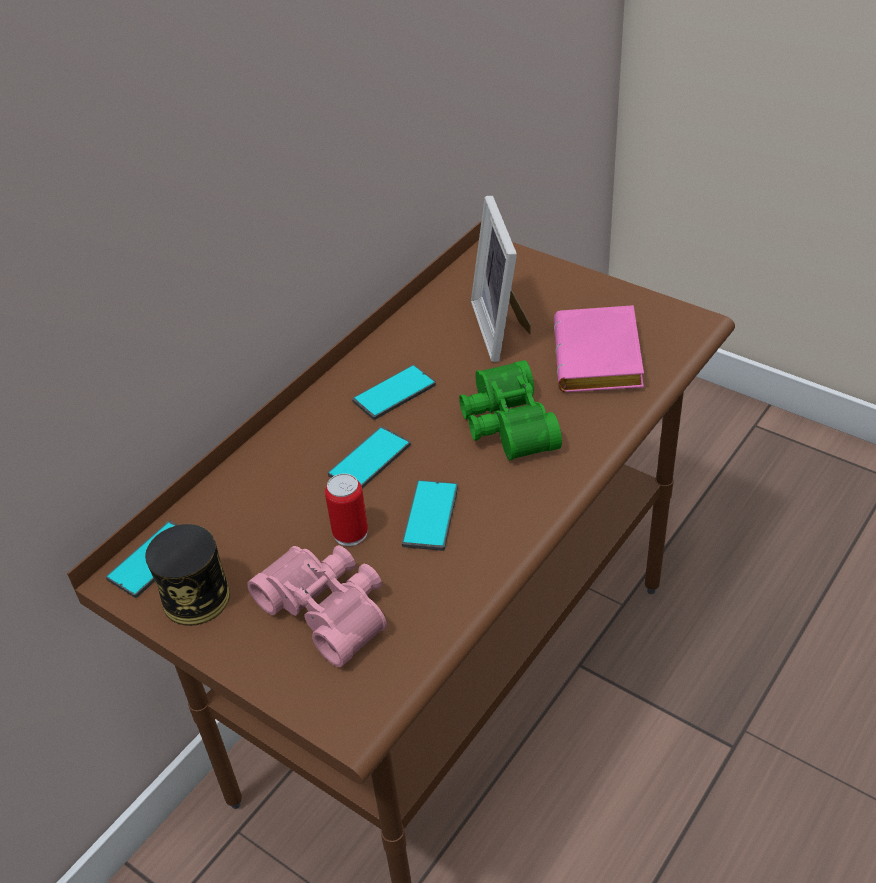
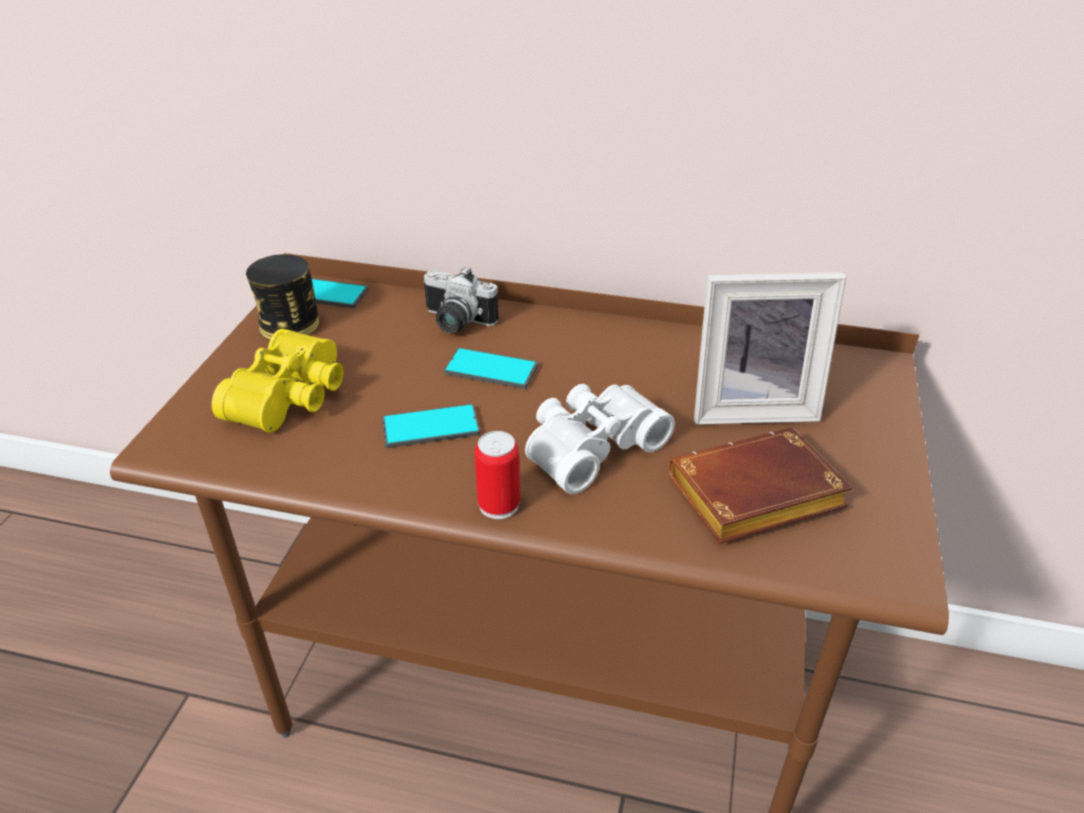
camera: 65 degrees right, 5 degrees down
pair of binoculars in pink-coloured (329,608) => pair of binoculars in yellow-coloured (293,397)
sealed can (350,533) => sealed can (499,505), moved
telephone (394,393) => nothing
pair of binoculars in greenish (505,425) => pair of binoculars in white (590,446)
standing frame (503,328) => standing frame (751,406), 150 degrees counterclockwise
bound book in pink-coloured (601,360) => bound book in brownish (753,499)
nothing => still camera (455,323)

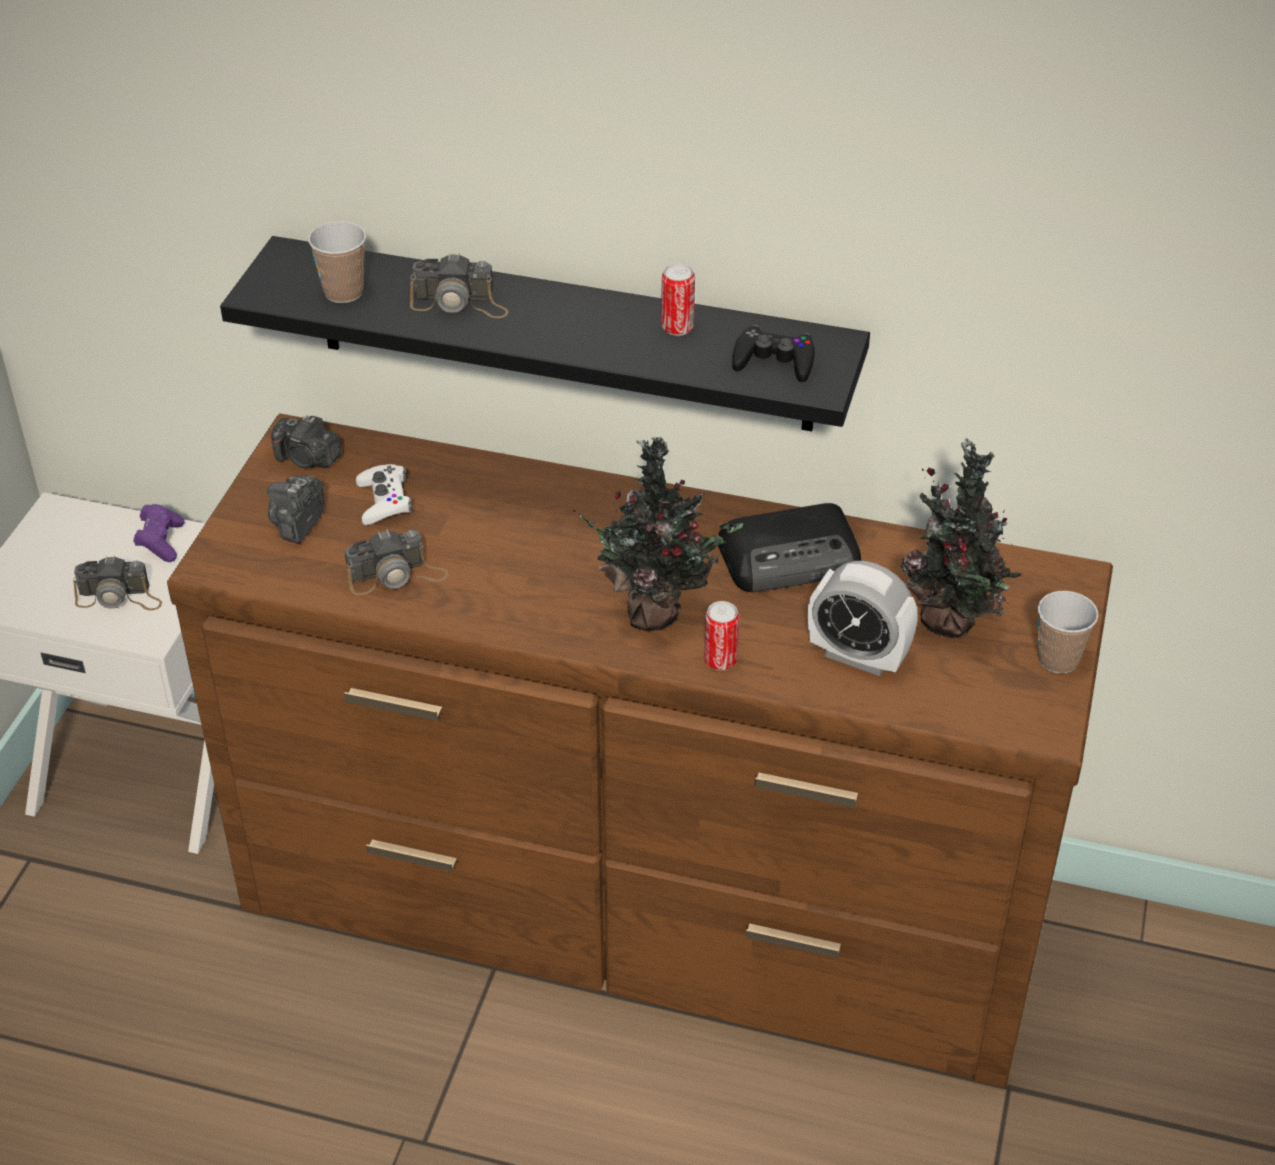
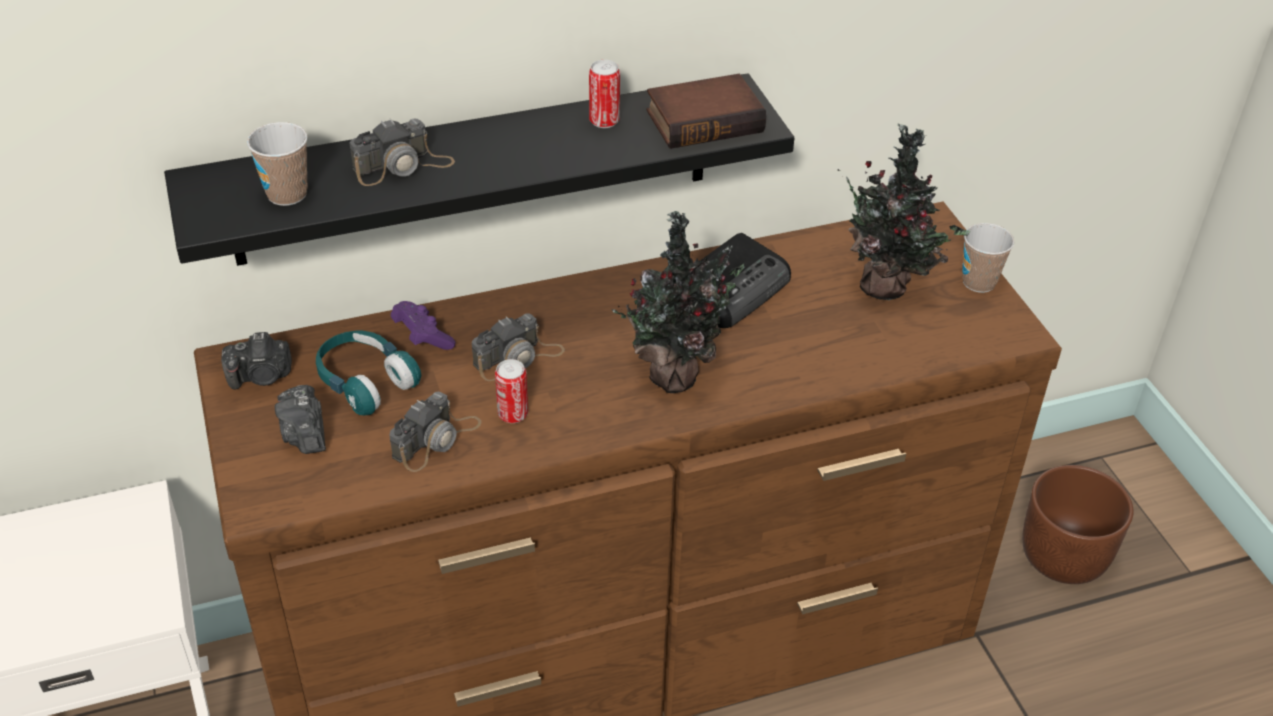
camera: 35 degrees left, 0 degrees up
still camera (119,597) => still camera (518,357), moved
gamepad in purplish (161,542) => gamepad in purplish (422,337), moved
gamepad in white (384,501) => pair of headphones in turquoise-coloured (365,382)
sealed can (720,660) => sealed can (513,414), moved
gamepad in black-coloured (774,361) => bound book (705,119)
bedside clock (858,656) => nothing
nothing => plant pot in brownish (1062,556)

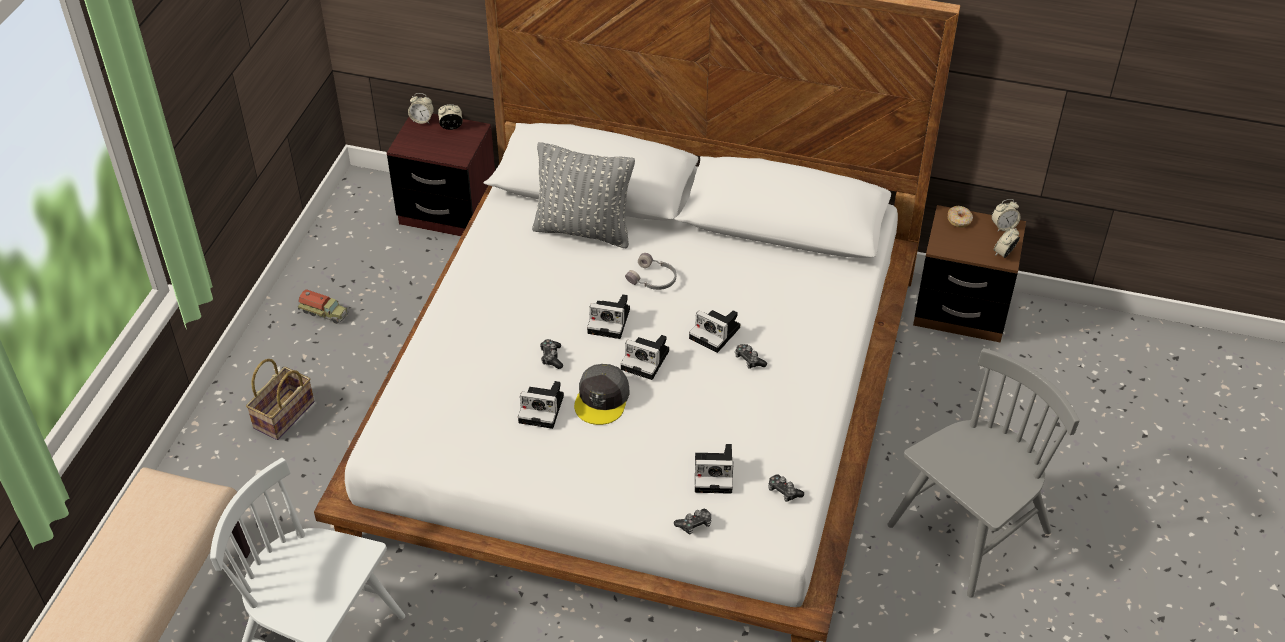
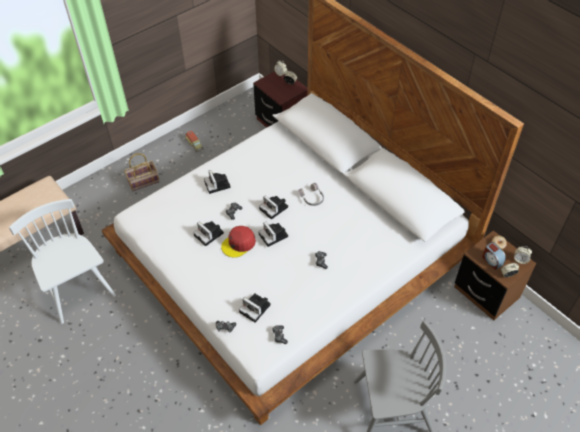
camera: 35 degrees right, 5 degrees up
pillow in greyish (583,230) => nothing
peaked cap in greyish (602,399) => peaked cap in red-coloured (239,244)
still camera (716,333) => still camera (218,185), moved
nothing => bedside clock (492,260)

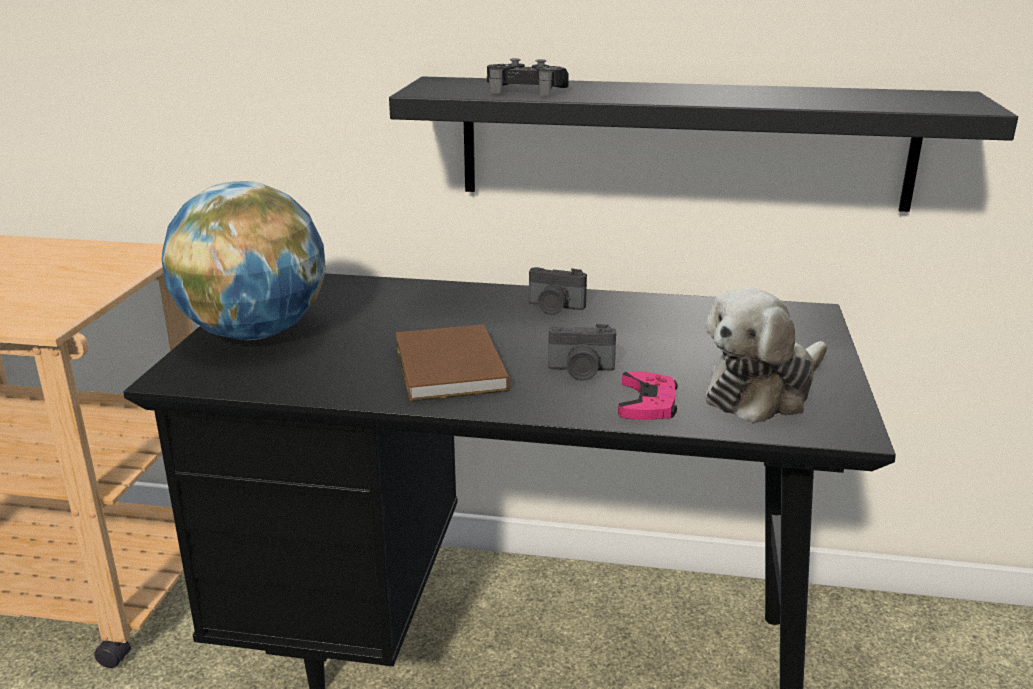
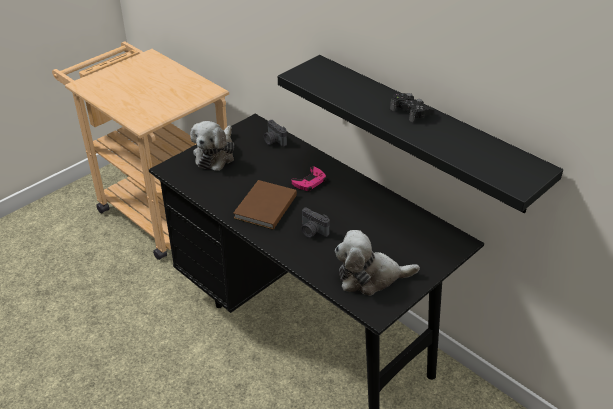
camera: 35 degrees right, 15 degrees up
globe (254,333) => soft toy (215,154)
gamepad in black-coloured (526,91) => gamepad in black-coloured (410,111), moved
still camera (554,308) => still camera (274,141), moved
gamepad in pink-coloured (648,403) => gamepad in pink-coloured (310,182), moved

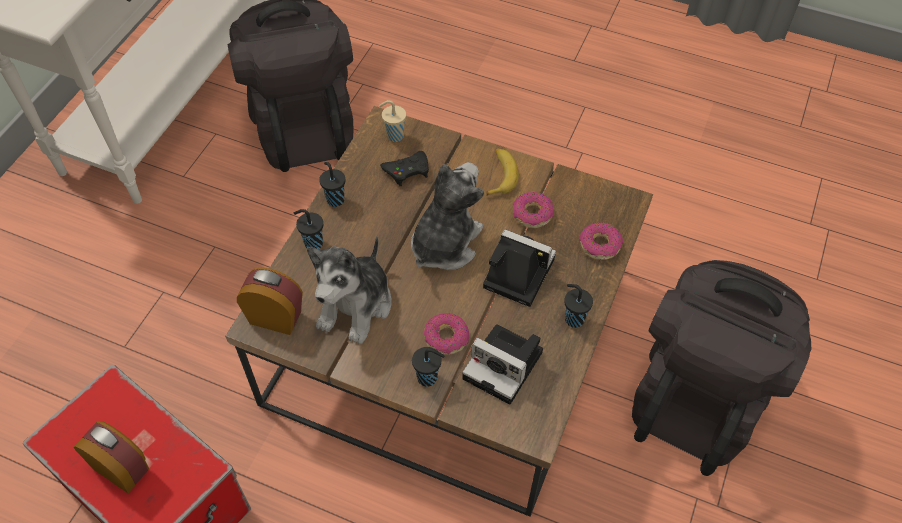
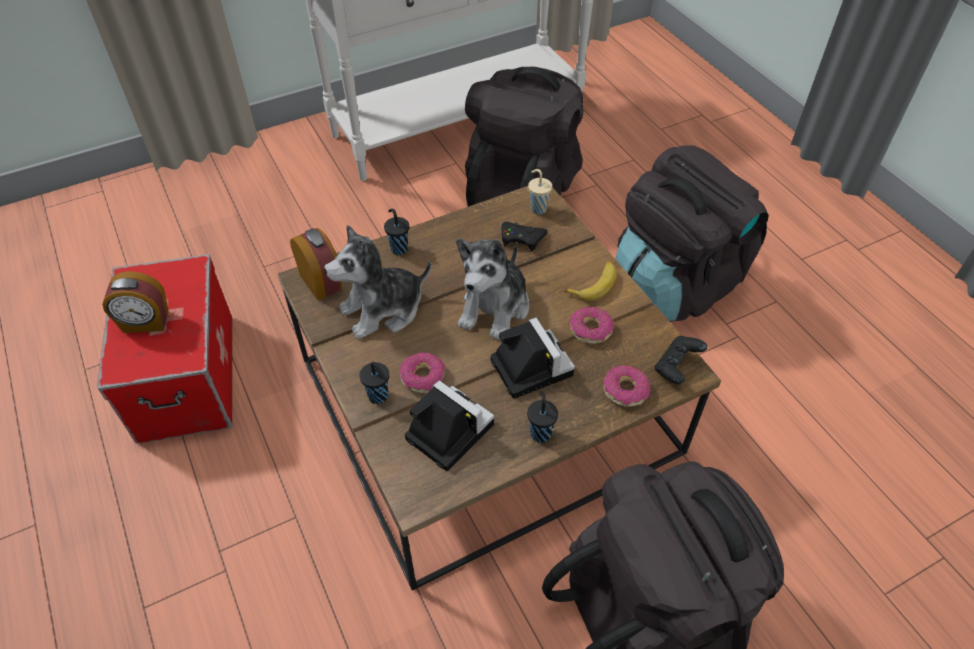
camera: 40 degrees right, 5 degrees down
bedside clock (122,468) => bedside clock (146,323), 105 degrees clockwise
drinking cup in black-coloured (335,199) => nothing
soft toy (444,243) => soft toy (495,308), 135 degrees clockwise
still camera (506,366) => still camera (446,430), 150 degrees clockwise
nothing => backpack in black-coloured (674,284)
nothing => gamepad in black-coloured (676,367)

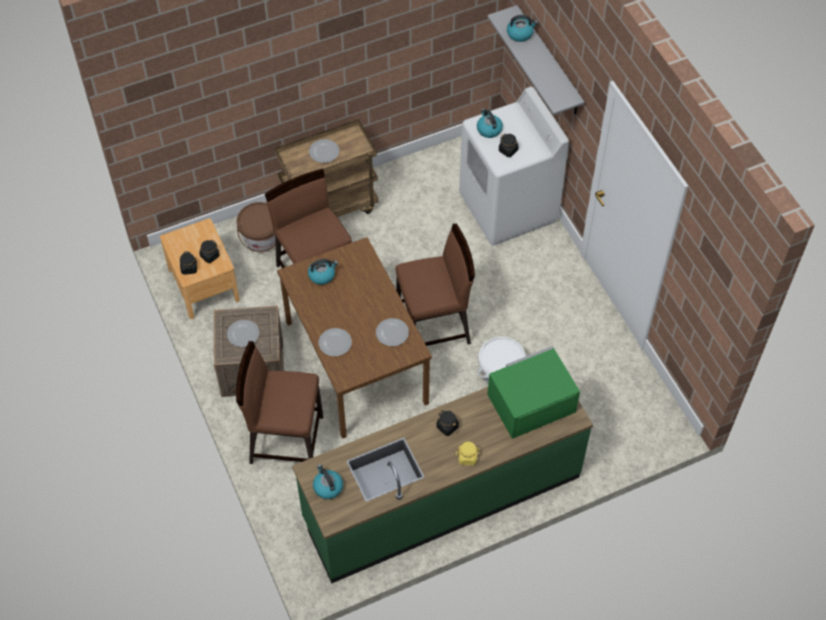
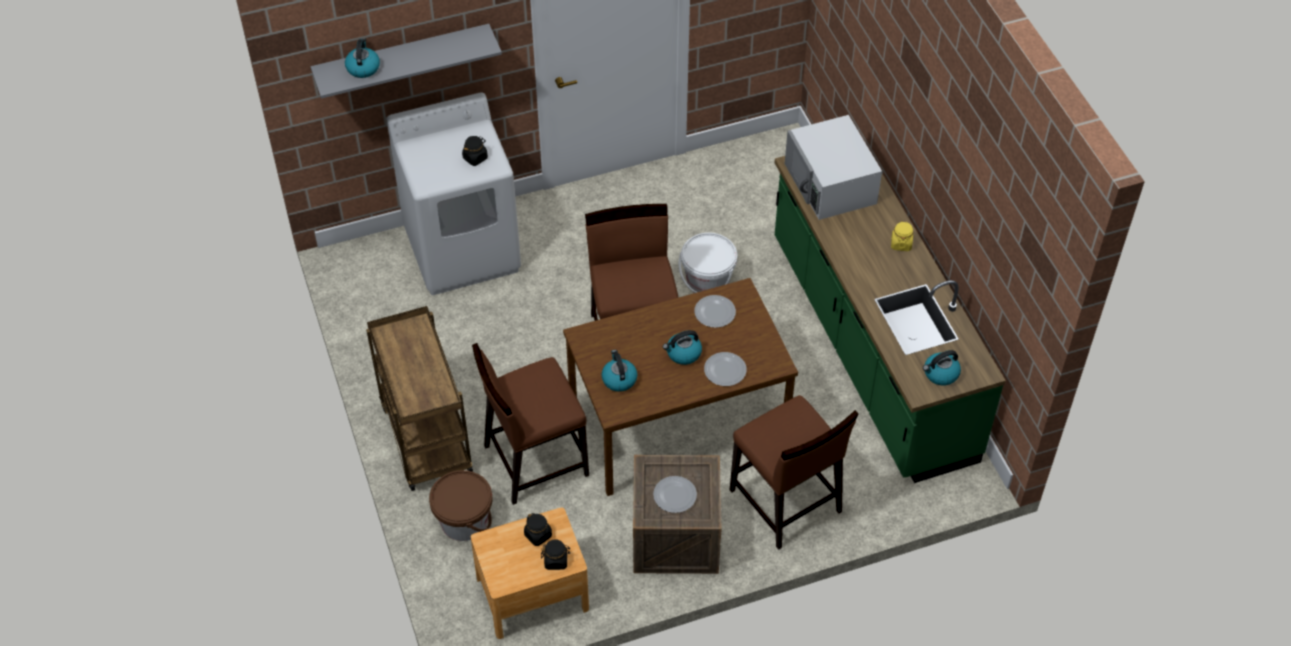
camera: 85 degrees left, 5 degrees down
upright chair in brownish (285,439) => upright chair in brownish (785,502), 45 degrees counterclockwise
dinner plate (324,151) => nothing
storage jar in black-coloured (447,427) => nothing
kettle (488,129) => kettle (683,353), moved
kitchen microwave in greenish (530,402) => kitchen microwave in white (831,184)

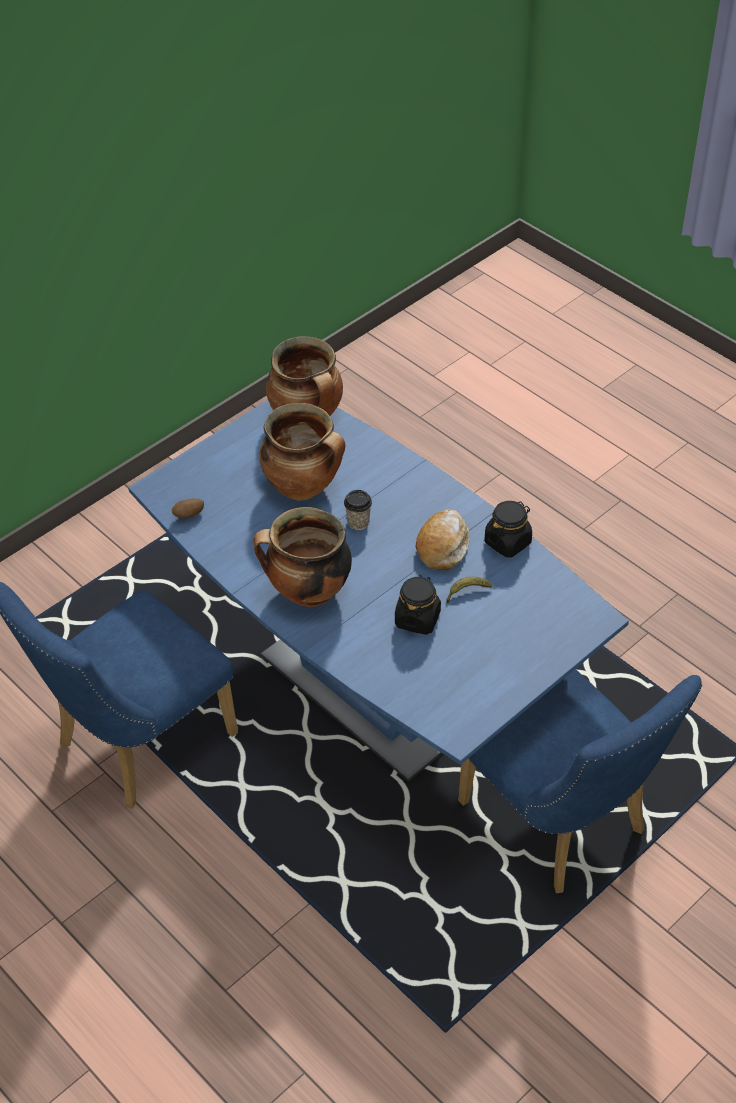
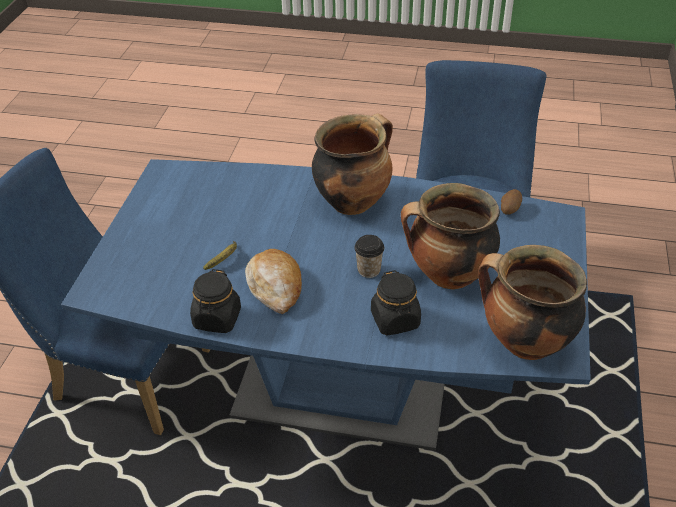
camera: 145 degrees right, 5 degrees down
storage jar in black-coloured (417,619) => storage jar in black-coloured (395,320), moved

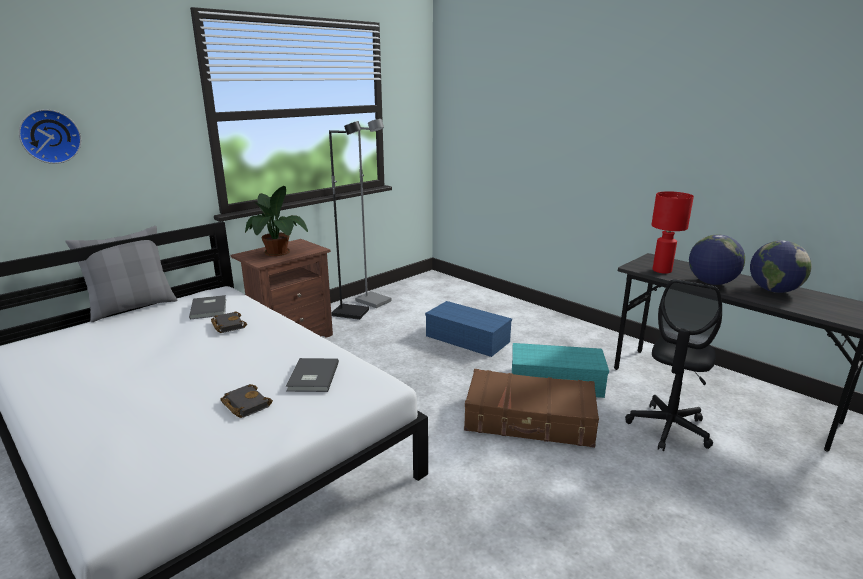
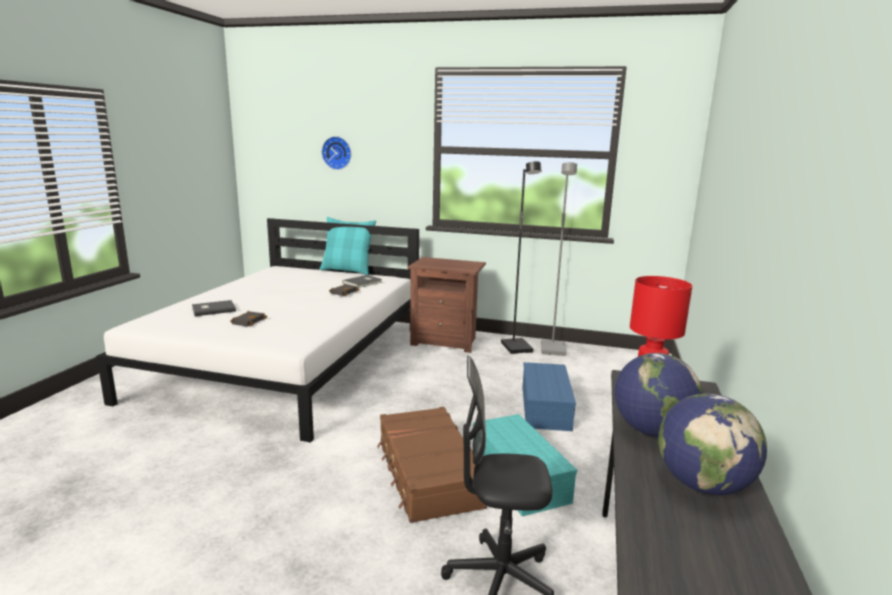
camera: 60 degrees right, 5 degrees down
pillow in greyish (132,307) => pillow in turquoise-coloured (347,271)
plant in a pot (277,253) => nothing
bound book in greyish (311,377) => bound book in greyish (213,309), moved

